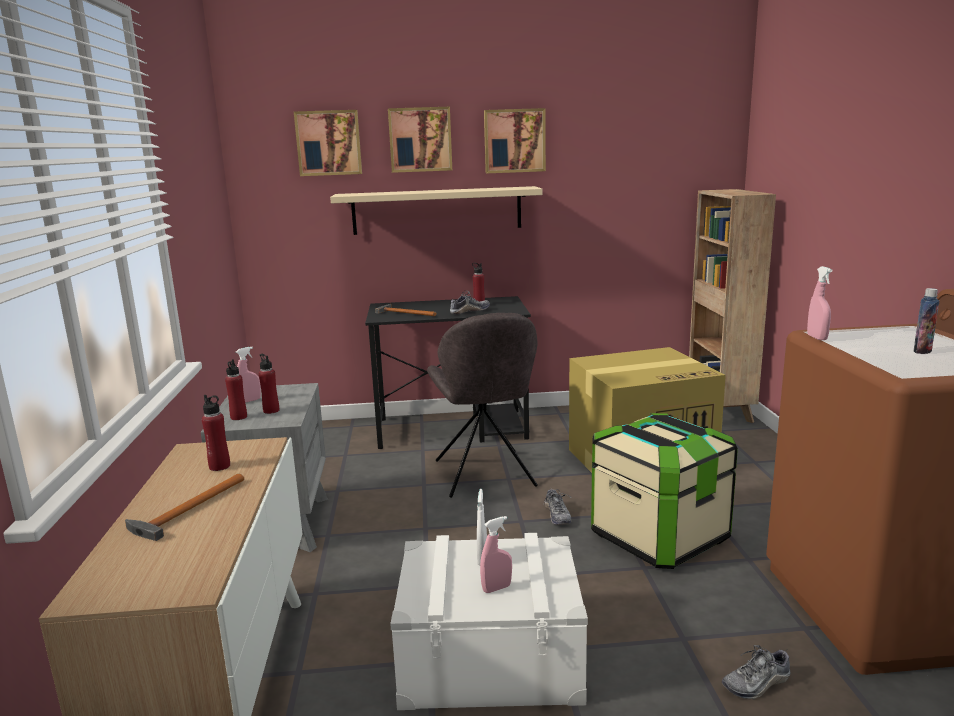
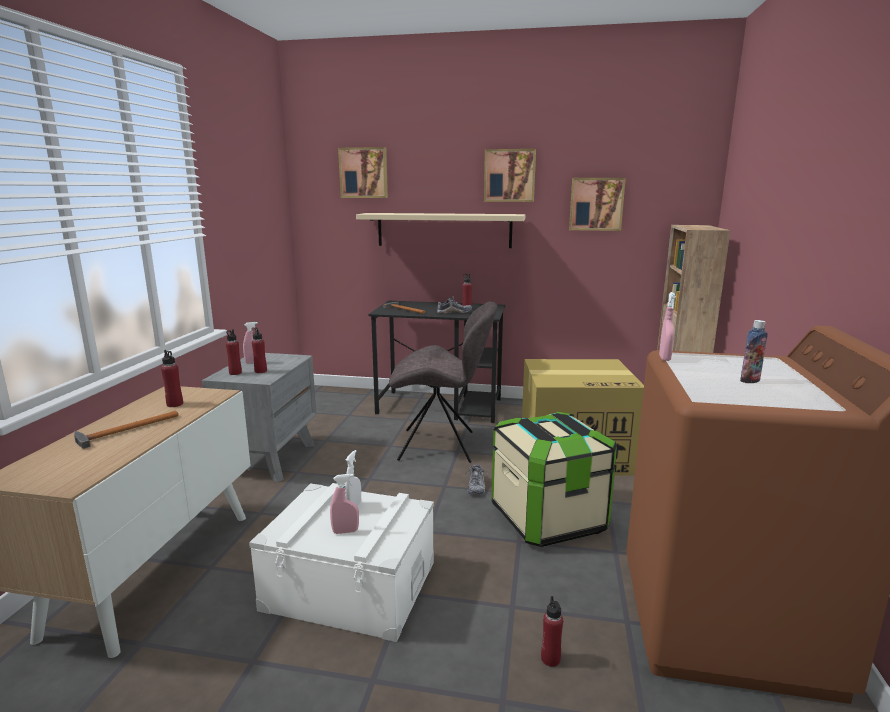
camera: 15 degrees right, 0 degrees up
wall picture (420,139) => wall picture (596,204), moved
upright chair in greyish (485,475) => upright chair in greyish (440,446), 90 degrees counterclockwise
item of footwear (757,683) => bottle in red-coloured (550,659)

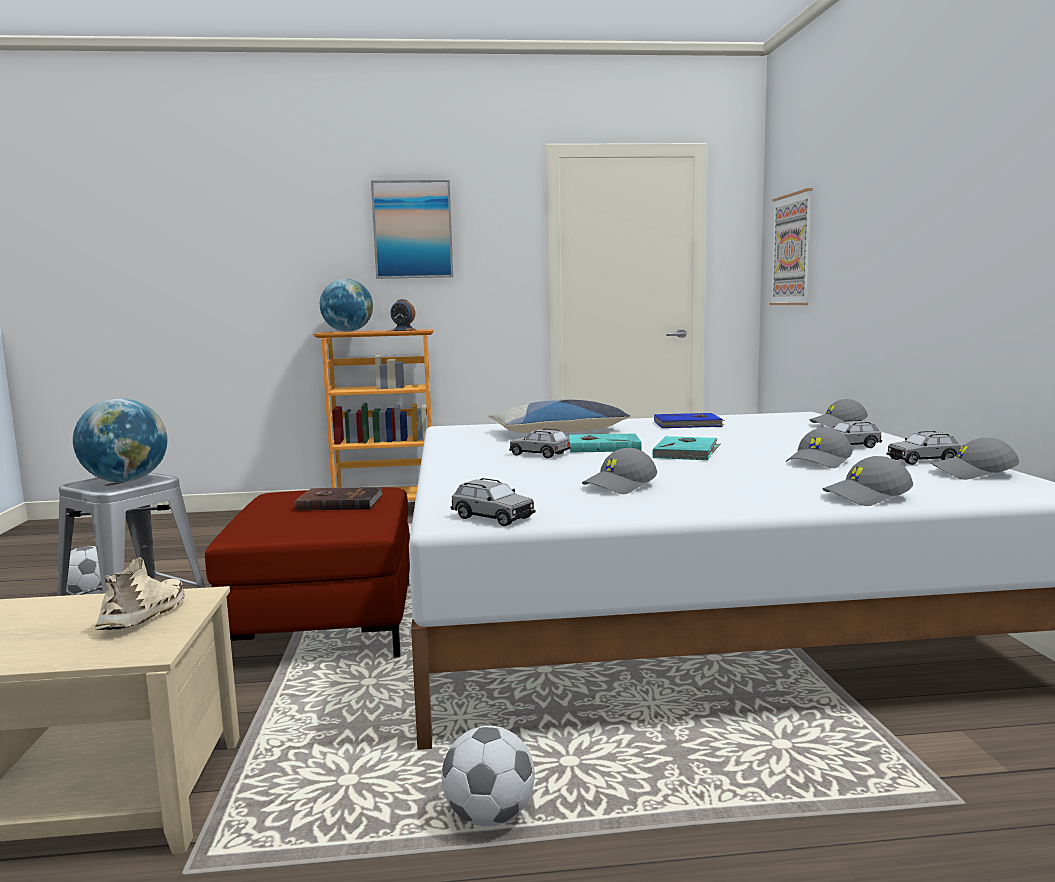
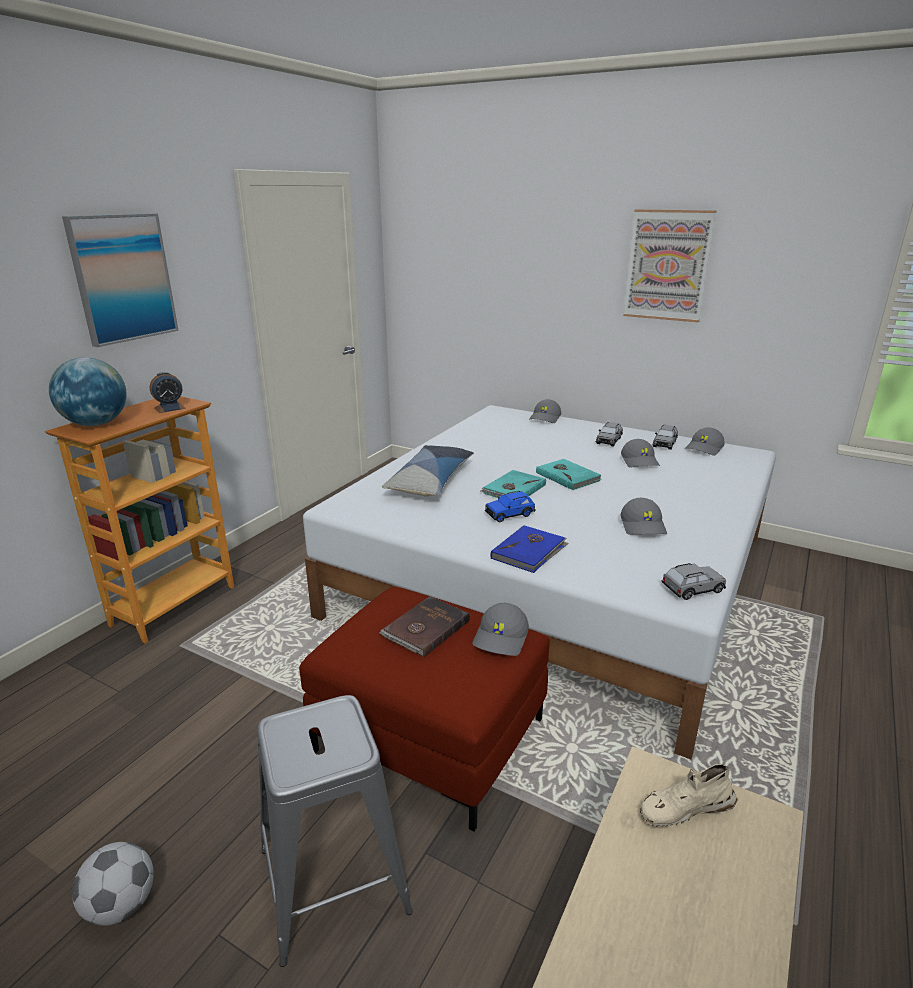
camera: 55 degrees left, 15 degrees up
globe (126,481) => nothing
item of footwear in beige (146,615) => item of footwear in beige (685,807), 60 degrees counterclockwise
ball for football (489,816) => nothing
model car in greyish (539,454) => model car in bluish (509,514)
bound book in bluish (688,424) => bound book in bluish (529,551), moved
wall picture (792,250) => wall picture (667,266), moved
peaked cap in greyish (867,497) => peaked cap in greyish (501,638), moved

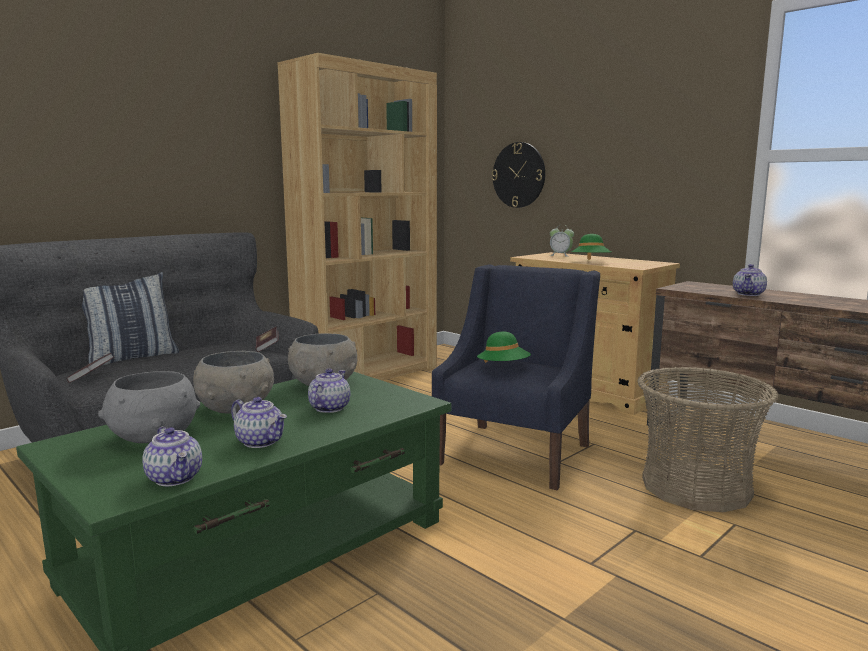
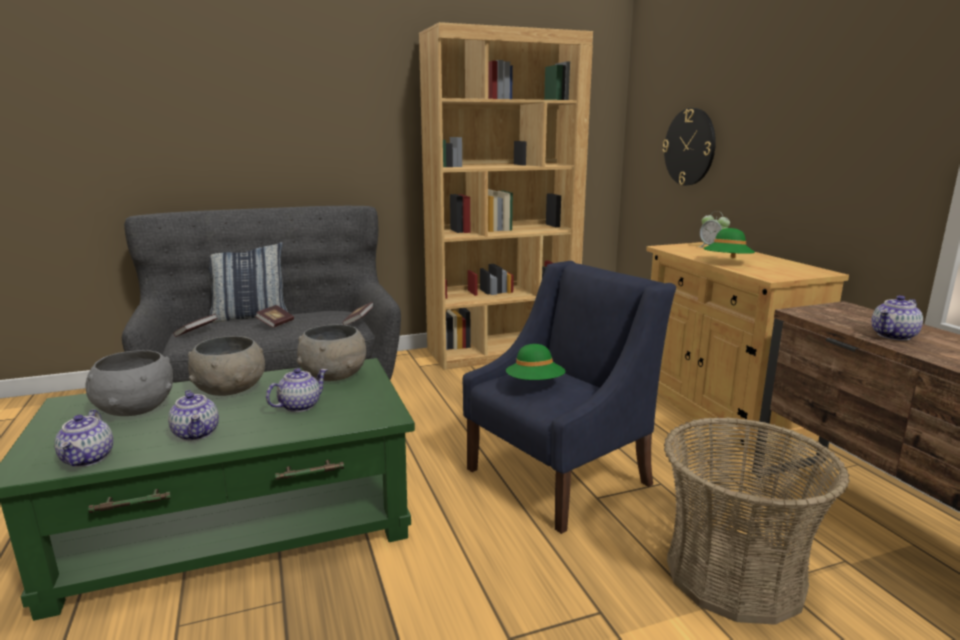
camera: 25 degrees right, 5 degrees up
nothing => bound book (275,324)

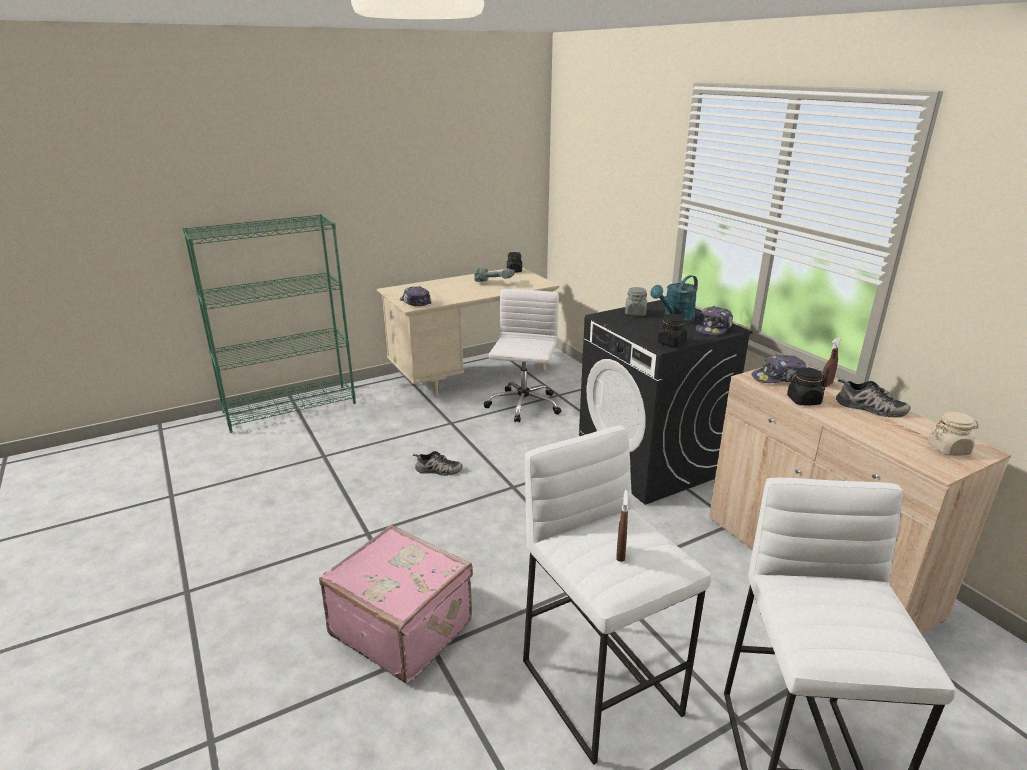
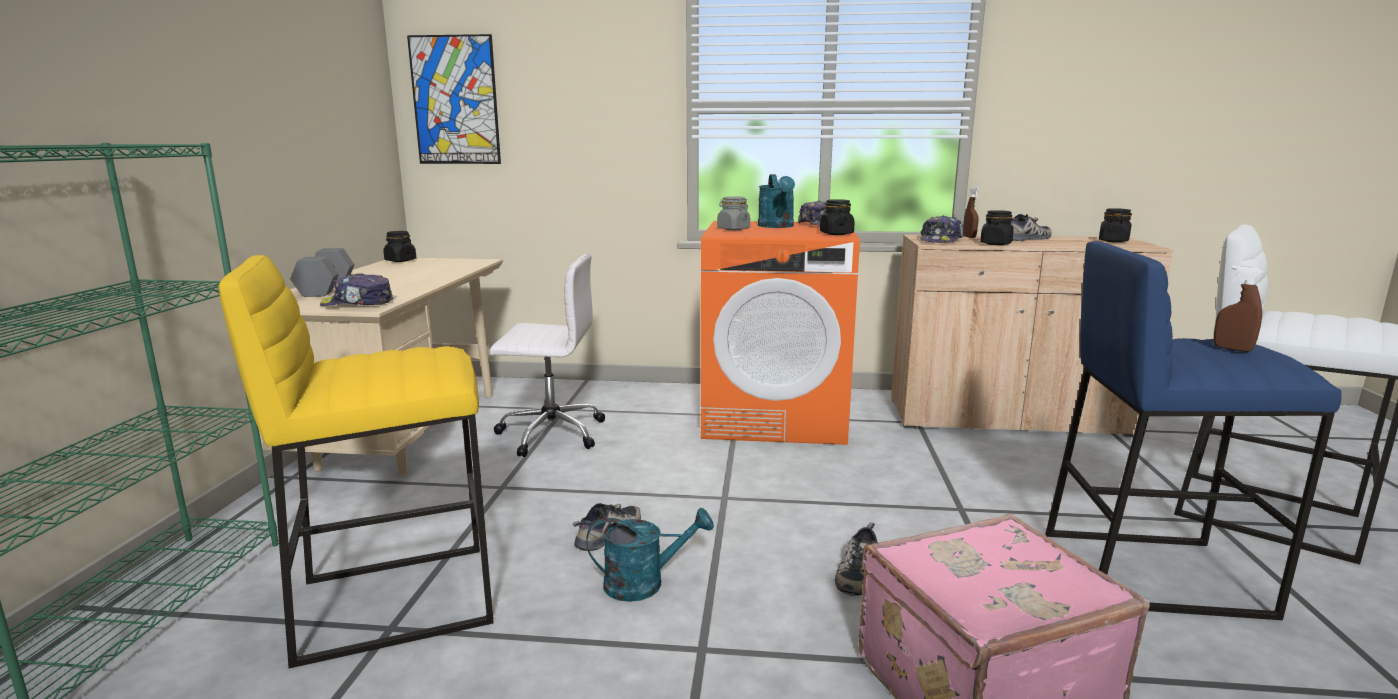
camera: 55 degrees left, 10 degrees down
drill (495,282) => nothing
office chair in white (523,406) => office chair in white (550,433), 135 degrees clockwise
stool seat in white (602,686) => stool seat in bluish (1151,571)
laundry appliance in black-coloured (650,463) => laundry appliance in orange-coloured (775,417)
storage jar in beige (948,449) => storage jar in black-coloured (1113,241)
nothing => stool seat in yellow-coloured (396,600)
nothing => hand weight in greyish (325,288)
nothing => wall picture (455,100)
nothing => watering can in turquoise-coloured (645,583)
nothing => item of footwear (856,572)

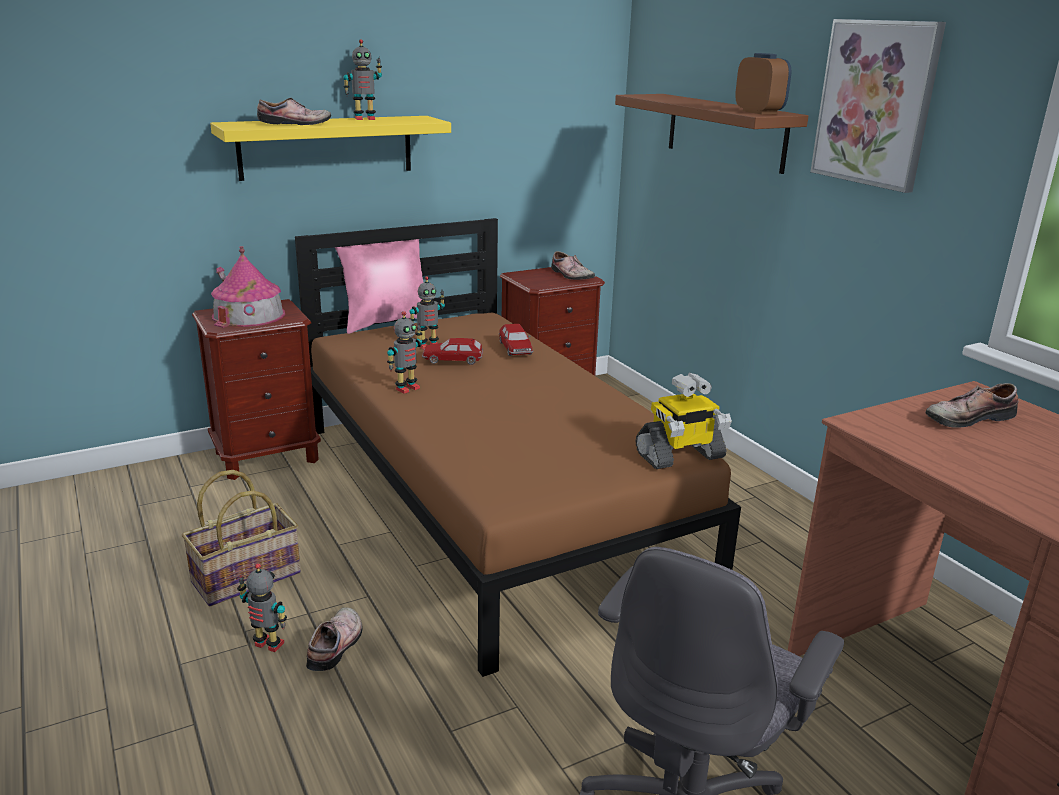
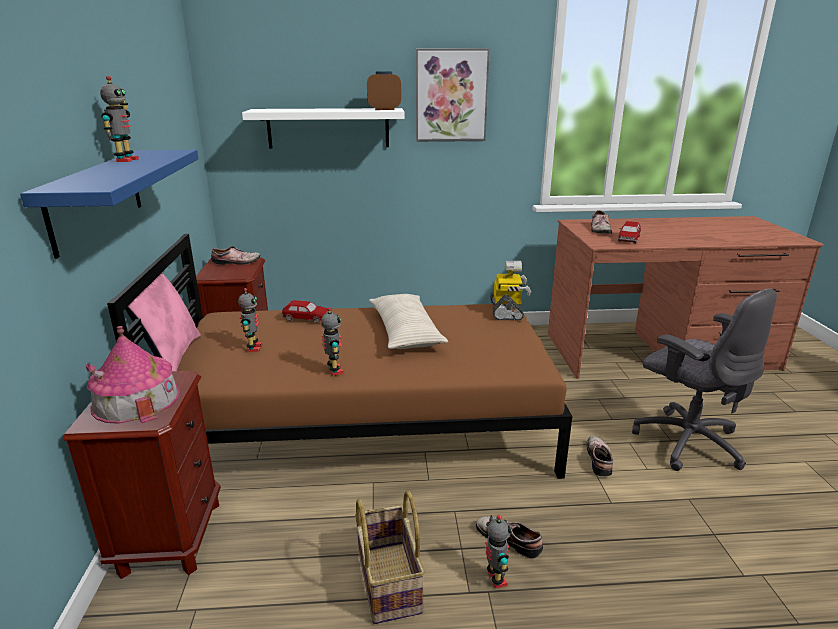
camera: 65 degrees left, 0 degrees up
wall shelf in yellow-coloured (326,147) => wall shelf in bluish (96,198)
robot figure (268,646) => robot figure (495,579), 120 degrees clockwise
item of footwear (295,124) => item of footwear (600,460), moved
model car (452,360) => model car (628,239), moved
wall shelf in brownish (725,132) => wall shelf in white (328,128)
nothing => pillow in beige (405,332)

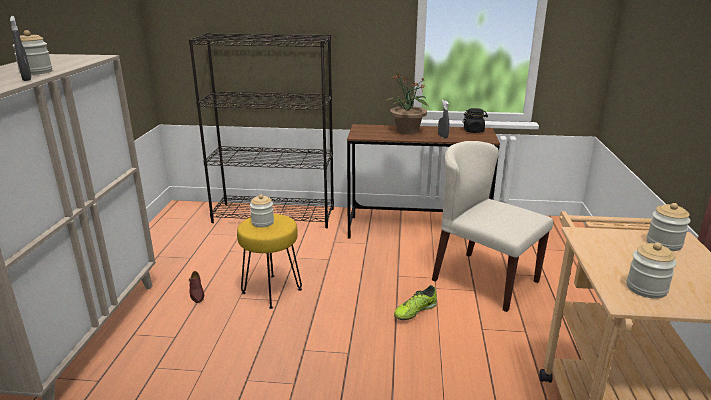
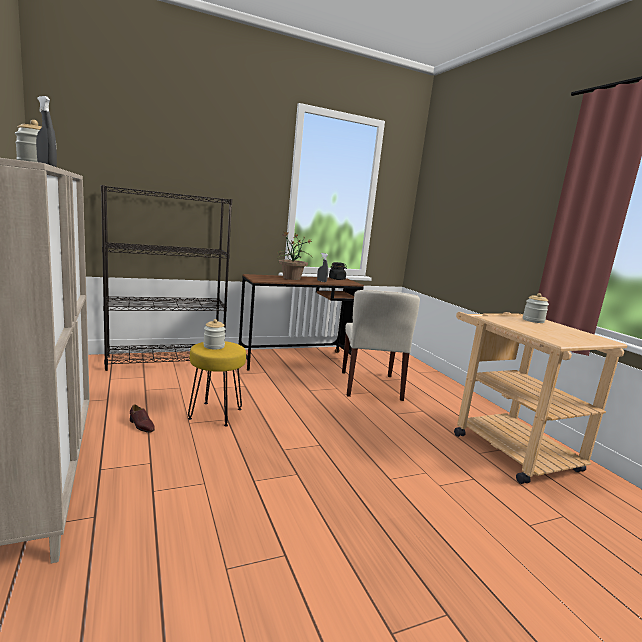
camera: 30 degrees left, 10 degrees down
item of footwear (415,311) => nothing
upright chair in beige (484,280) => upright chair in beige (371,385), 105 degrees counterclockwise
storage jar (646,288) => nothing

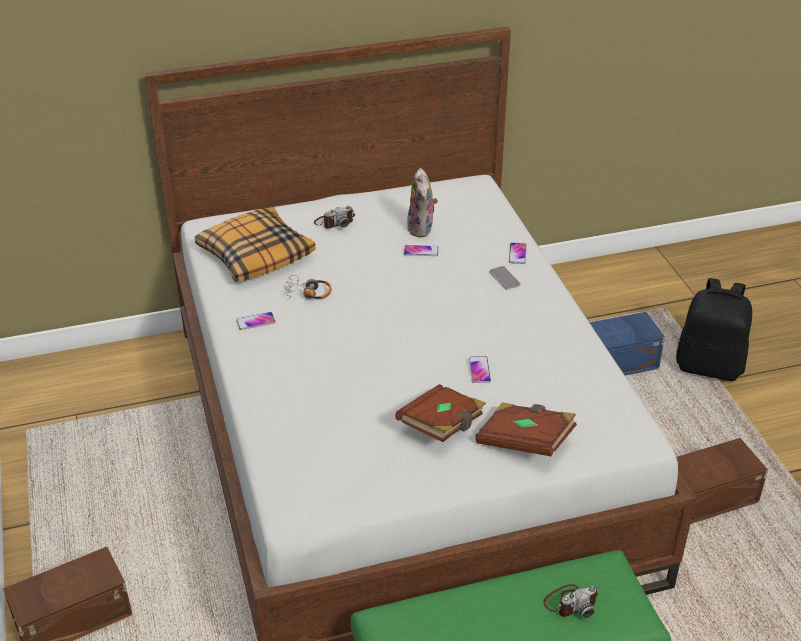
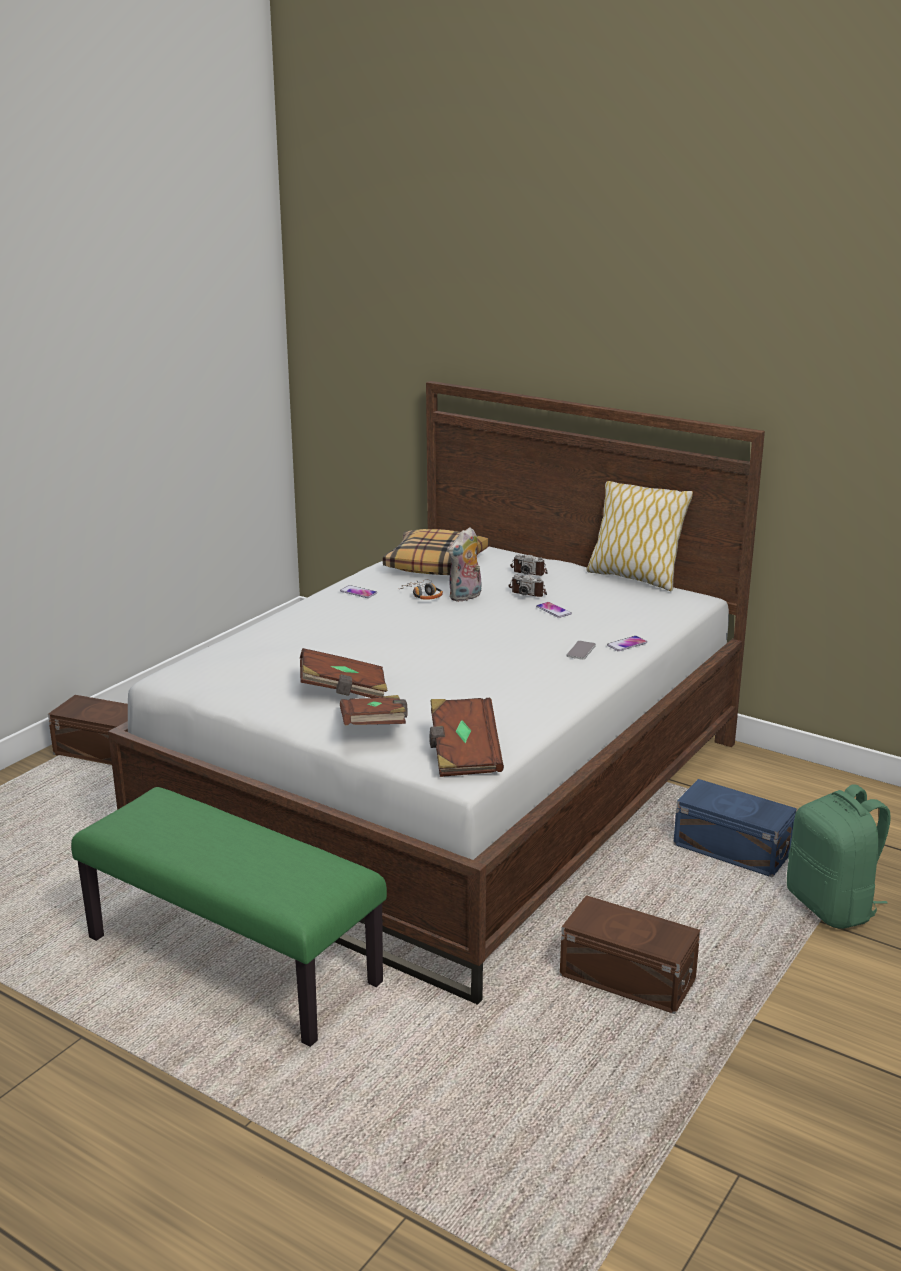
camera: 50 degrees right, 15 degrees down
soft toy (422,229) => soft toy (466,597), moved
telephone (479,370) => nothing
still camera (570,602) => still camera (528,592), moved
backpack in black-coloured (709,366) => backpack in greenish (832,906)
nothing => bound book in brownish (463,754)
nothing => pillow (634,577)

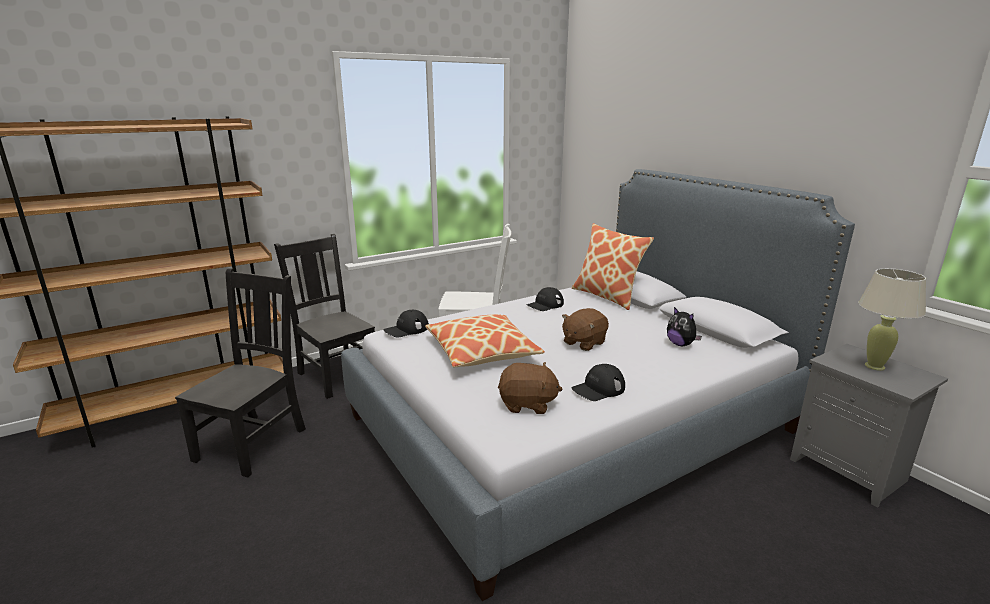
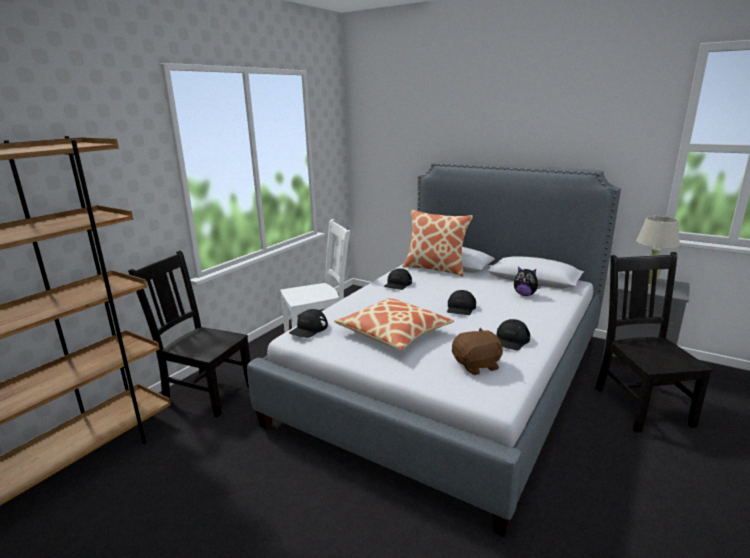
camera: 25 degrees left, 0 degrees up
upright chair in black-coloured (254,442) => upright chair in black-coloured (640,404), moved
soft toy in brownish (583,343) => peaked cap in black-coloured (460,308)

